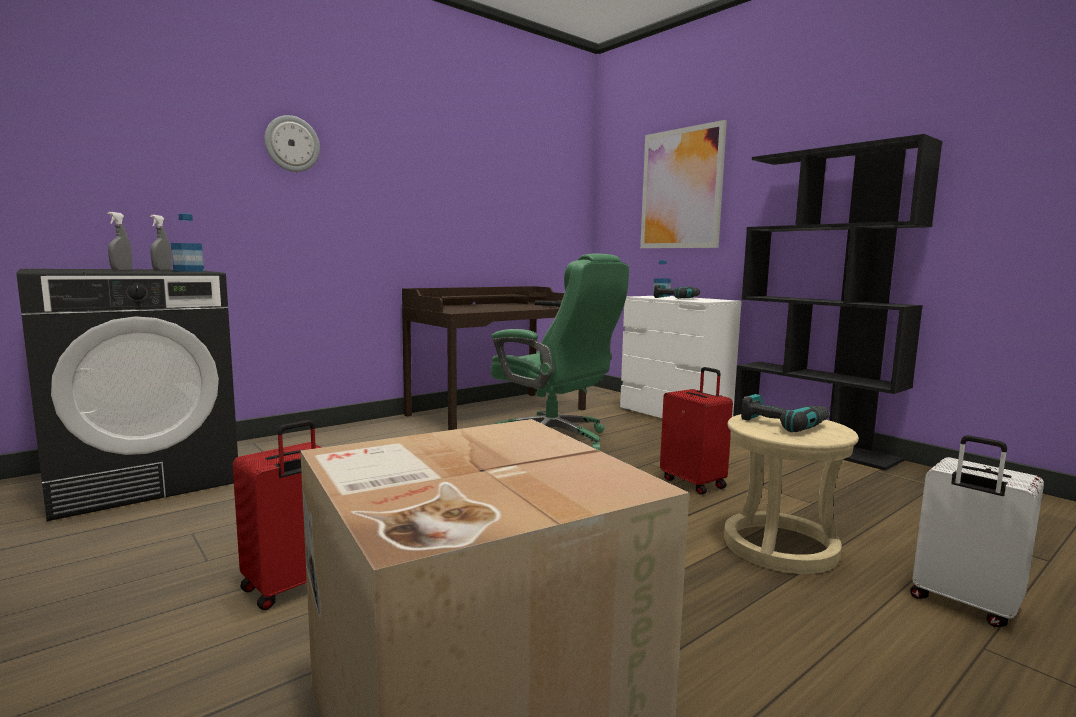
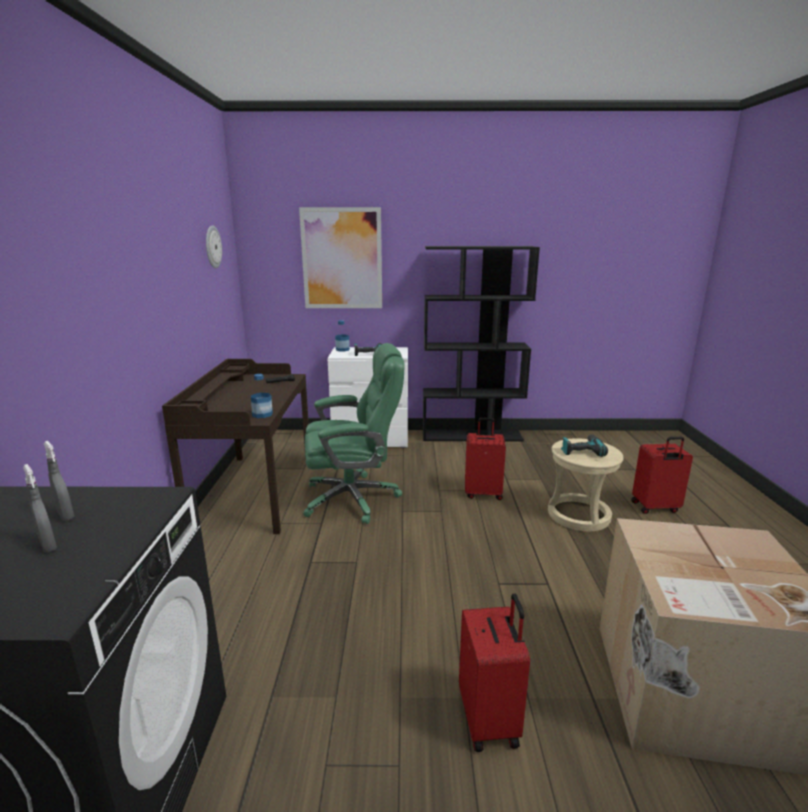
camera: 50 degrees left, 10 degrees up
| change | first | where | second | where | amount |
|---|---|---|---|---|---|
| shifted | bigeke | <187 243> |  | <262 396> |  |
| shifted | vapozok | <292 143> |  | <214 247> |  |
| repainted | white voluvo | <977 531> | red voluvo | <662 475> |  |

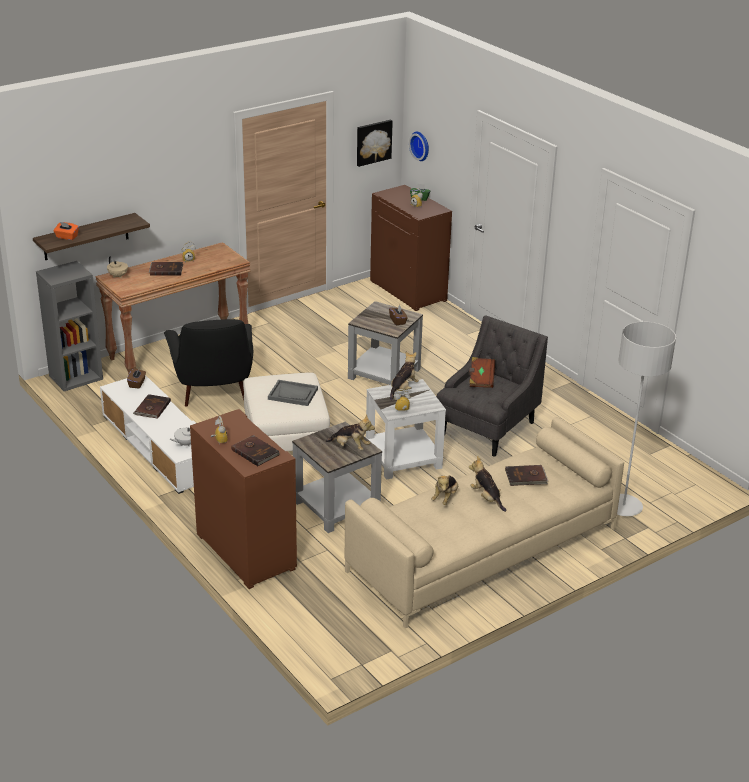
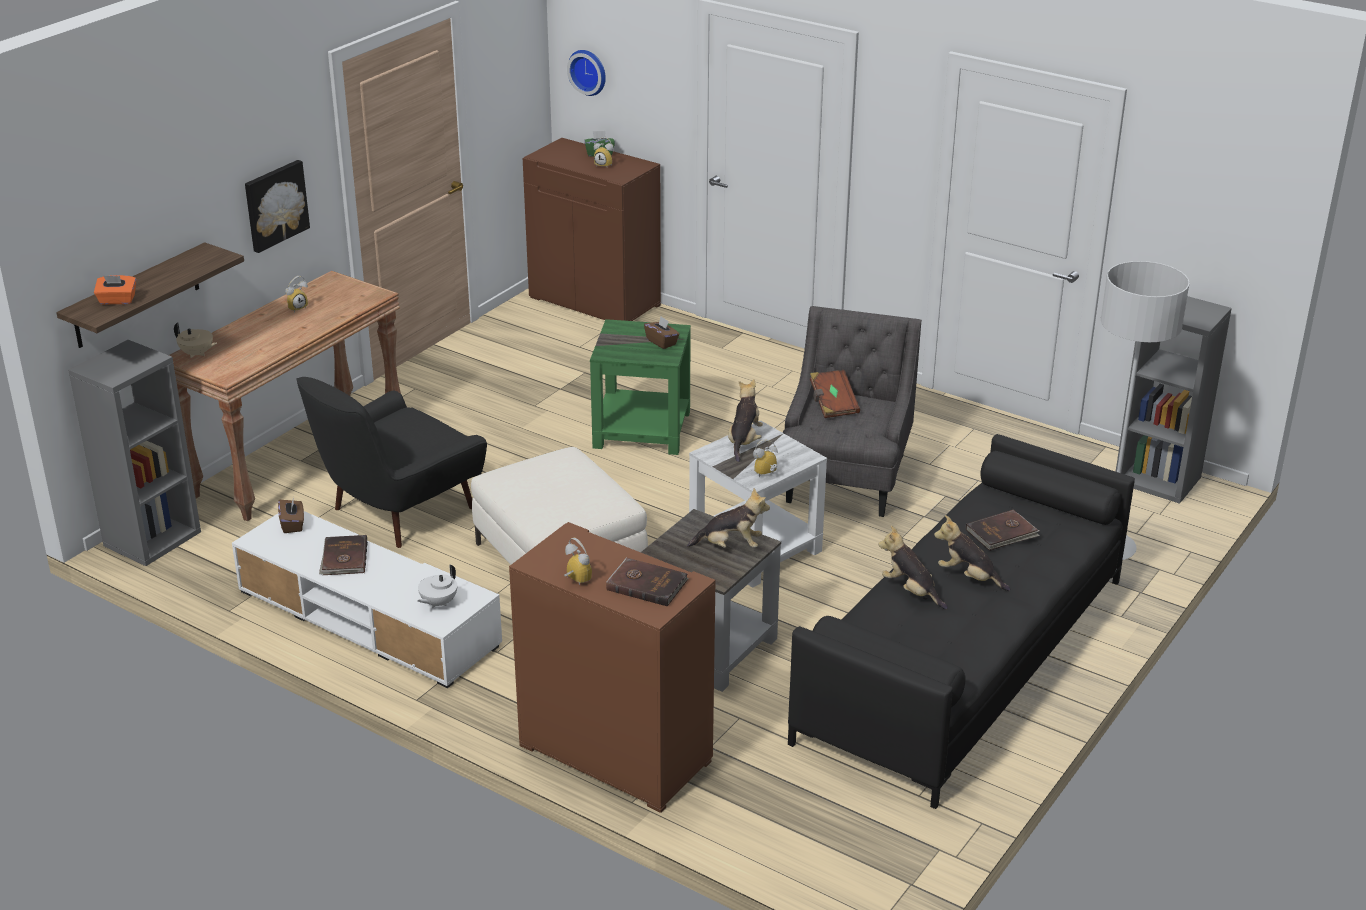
camera: 20 degrees left, 0 degrees up
| change | first | where | second | where | amount |
|---|---|---|---|---|---|
| gone | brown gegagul | <166 268> |  |  |  |
| gone | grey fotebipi | <293 393> |  |  |  |
| new |  |  | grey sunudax | <1174 400> |  |
| shifted | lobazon | <375 143> |  | <277 206> |  |
| repainted | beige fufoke | <484 523> | black fufoke | <961 621> |  |
| repainted | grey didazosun | <385 343> | green didazosun | <640 387> |  |
| rotated | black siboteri | <209 363> |  | <392 462> | 75 degrees clockwise |
| rotated | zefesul | <444 490> |  | <913 568> | 135 degrees clockwise |

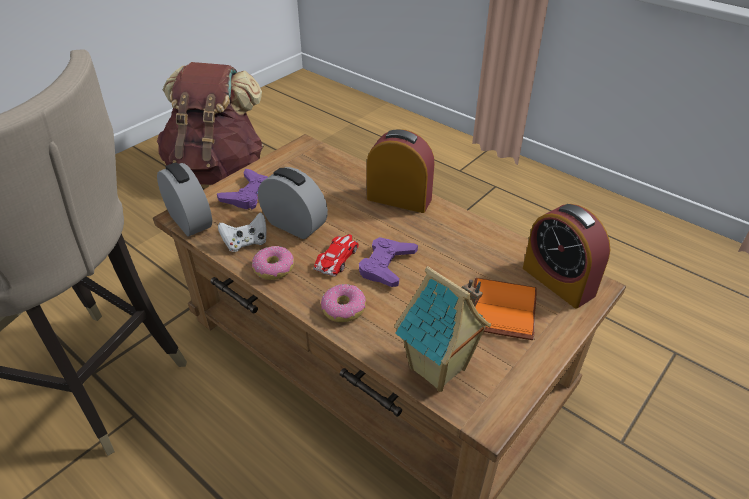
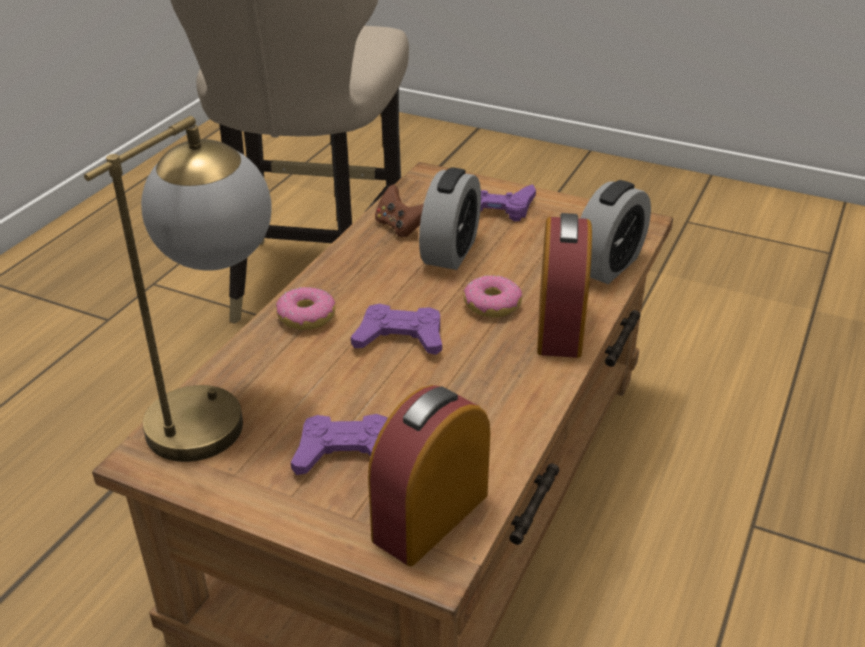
camera: 75 degrees right, 5 degrees down
| change | first | where | second | where | amount |
|---|---|---|---|---|---|
| gone | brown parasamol | <210 123> |  |  |  |
| gone | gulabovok | <336 255> |  |  |  |
| shifted | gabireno | <184 200> |  | <616 232> |  |
| shifted | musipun | <273 263> |  | <492 296> |  |
| swapped | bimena | <442 329> | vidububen | <178 289> |  |
| swapped | orange gegagul | <505 309> | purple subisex | <339 444> |  |
| repainted | white subisex | <242 232> | brown subisex | <399 210> |  |

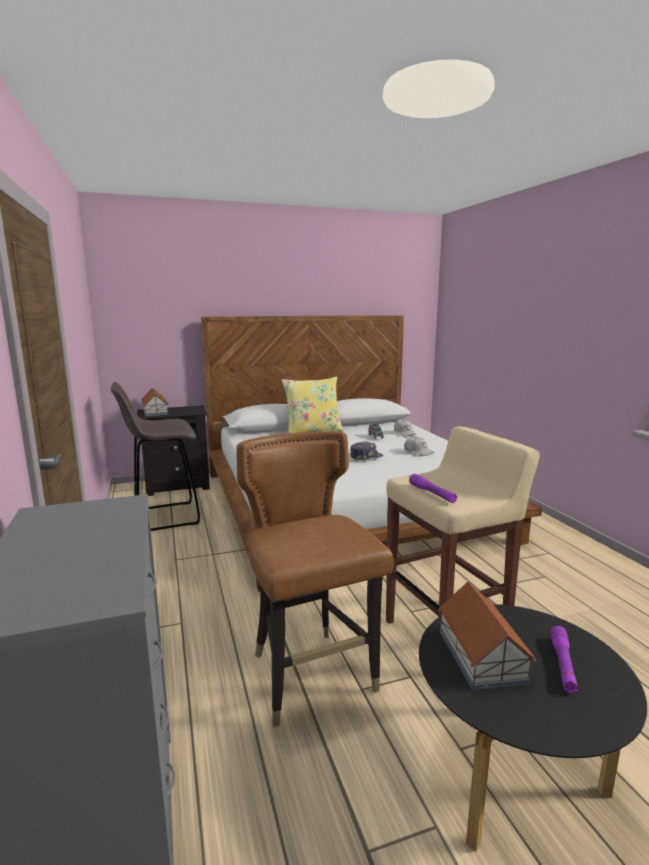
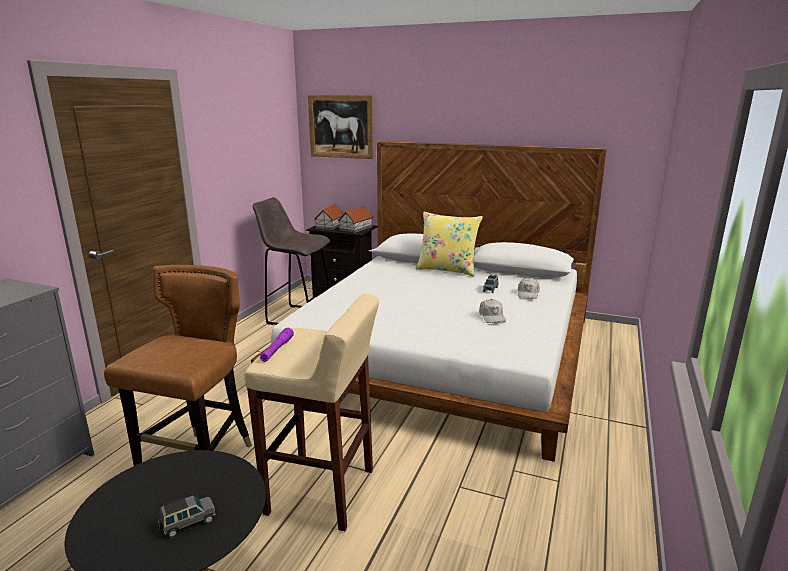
camera: 40 degrees right, 5 degrees up
| change | first | where | second | where | amount |
|---|---|---|---|---|---|
| gone | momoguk | <366 451> |  |  |  |
| new |  |  | lobazon | <341 127> |  |
| shifted | bimena | <487 636> |  | <355 219> |  |
| swapped | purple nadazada | <564 659> | grey gulabovok | <187 517> |  |

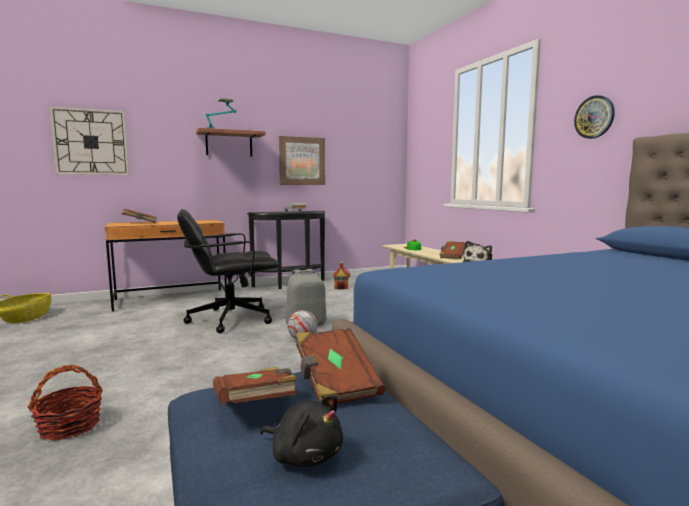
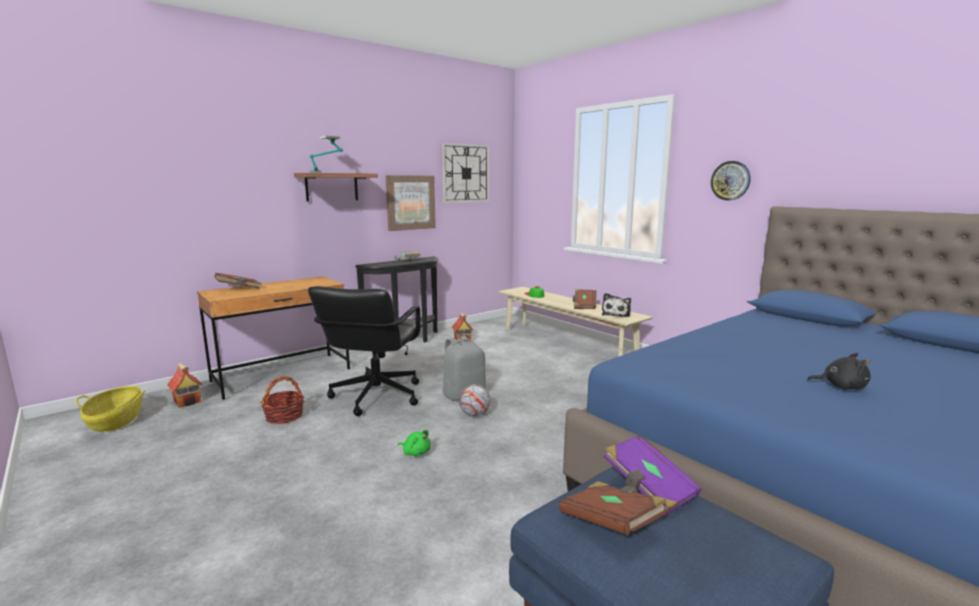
camera: 15 degrees left, 5 degrees up
| change | first | where | second | where | amount |
|---|---|---|---|---|---|
| new |  |  | bimena | <184 385> |  |
| new |  |  | green zefesul | <414 443> |  |
| shifted | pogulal | <65 403> |  | <282 400> |  |
| shifted | vapozok | <89 140> |  | <465 173> |  |
| shifted | black zefesul | <301 431> |  | <839 371> |  |
| repainted | brown gegagul | <340 366> | purple gegagul | <653 475> |  |
| rotated | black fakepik | <228 271> |  | <365 351> | 45 degrees counterclockwise |

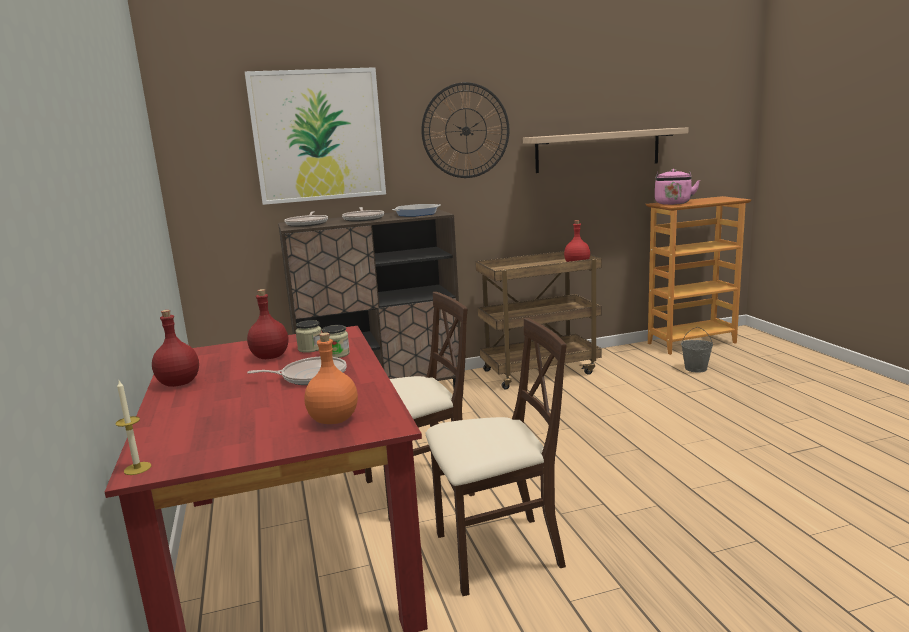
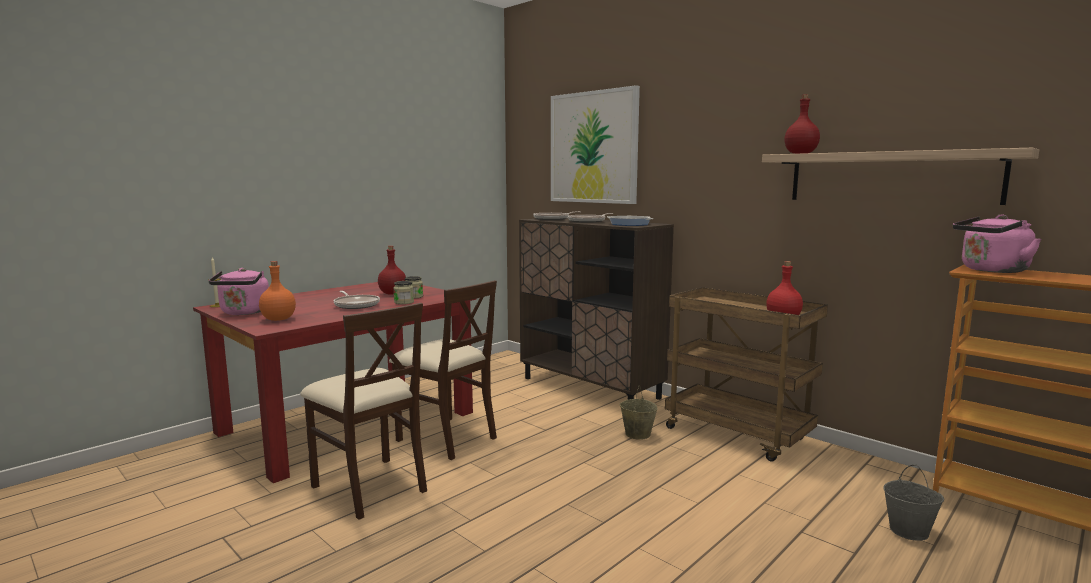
camera: 60 degrees right, 5 degrees down
| change | first | where | second | where | amount |
|---|---|---|---|---|---|
| gone | vapozok | <465 130> |  |  |  |
| new |  |  | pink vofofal | <239 291> |  |
| new |  |  | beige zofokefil | <639 412> |  |
| shifted | red bigeke | <175 348> |  | <802 124> |  |

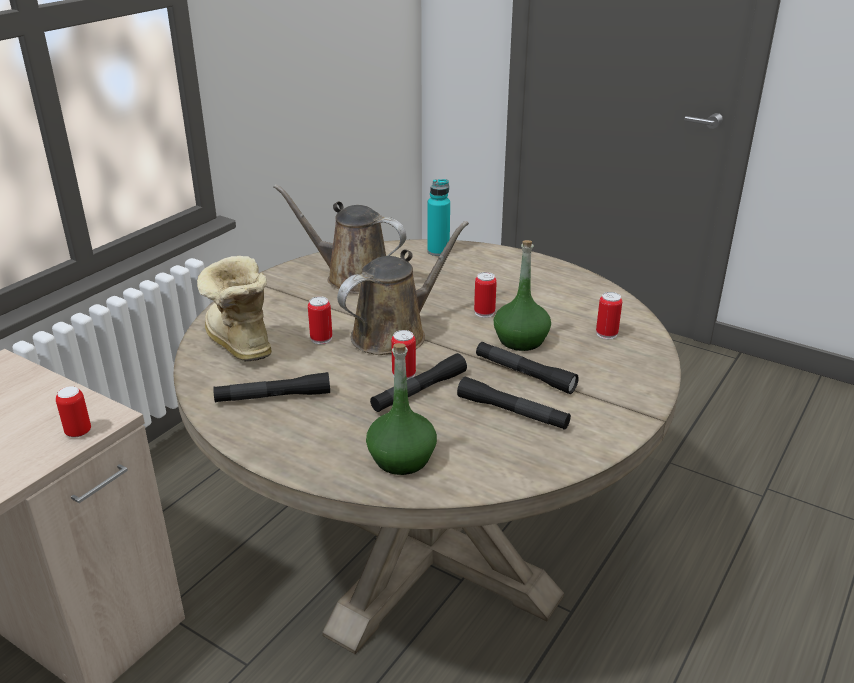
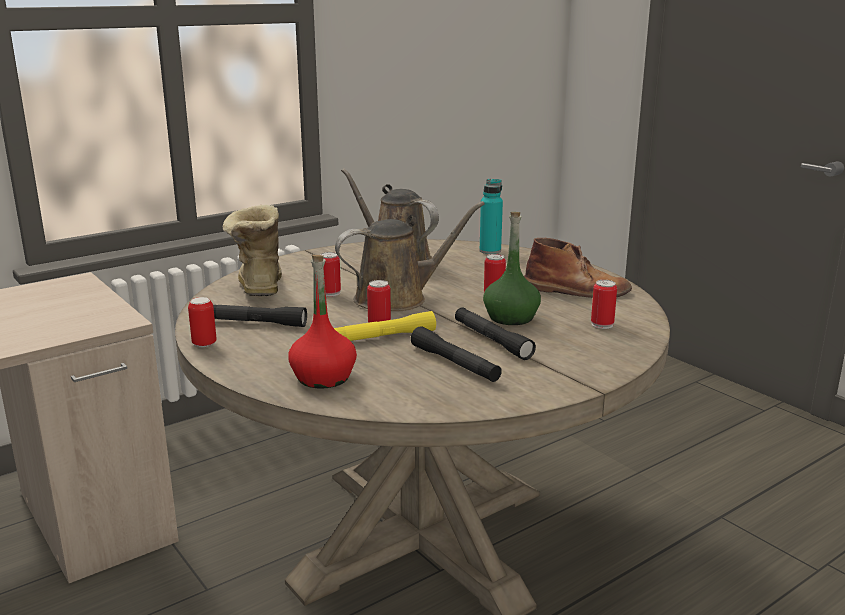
camera: 20 degrees right, 10 degrees down
| change | first | where | second | where | amount |
|---|---|---|---|---|---|
| new |  |  | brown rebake | <578 268> |  |
| shifted | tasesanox | <73 411> |  | <202 322> |  |
| repainted | green bigeke | <401 409> | red bigeke | <322 322> |  |
| repainted | black nadazada | <418 382> | yellow nadazada | <385 326> |  |

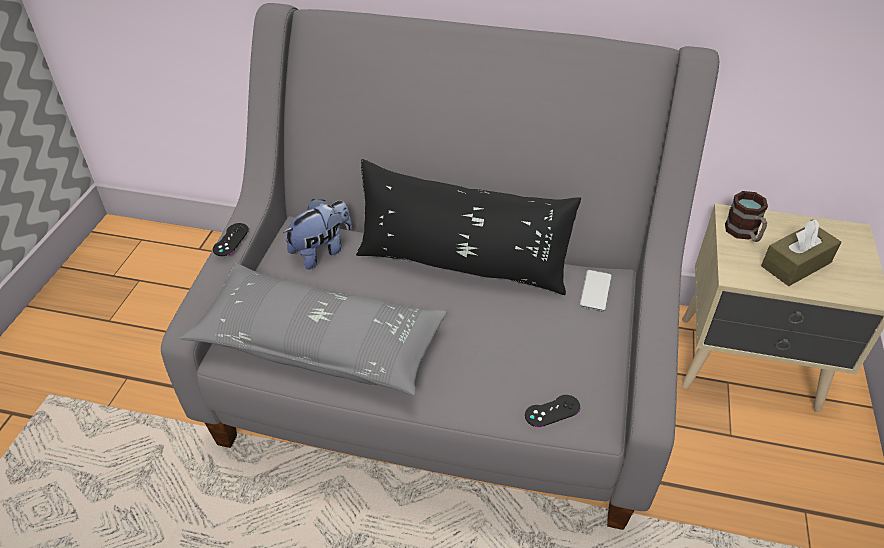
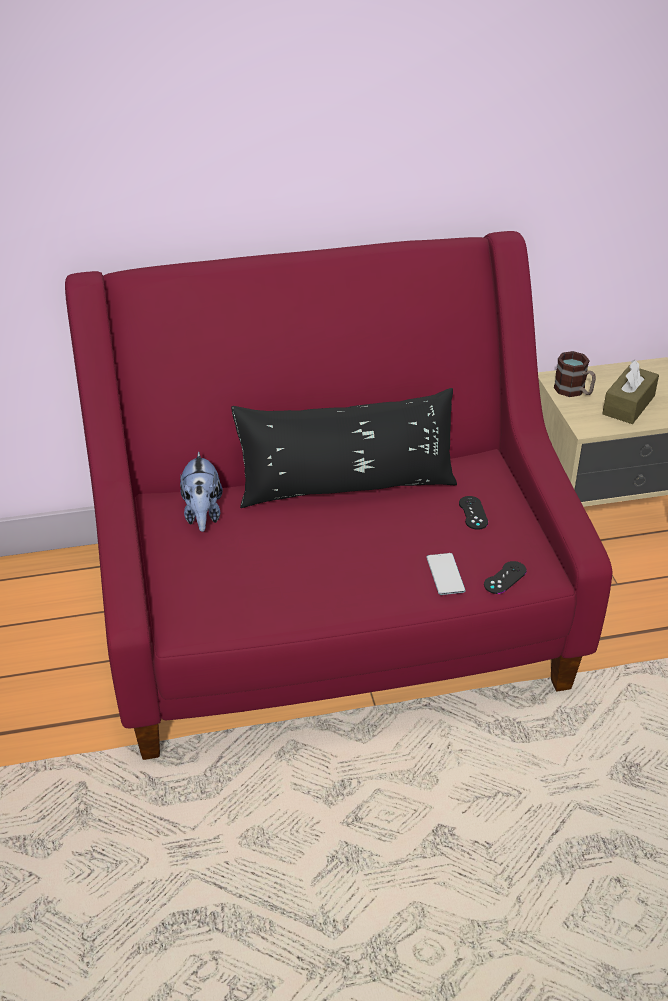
camera: 25 degrees left, 5 degrees down
| change | first | where | second | where | amount |
|---|---|---|---|---|---|
| gone | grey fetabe | <313 329> |  |  |  |
| shifted | black subisex | <231 239> |  | <473 513> |  |
| shifted | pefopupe | <596 291> |  | <446 574> |  |
| repainted | grey fufoke | <440 266> | red fufoke | <338 495> |  |
| rotated | zefesul | <317 234> |  | <201 492> | 150 degrees clockwise |

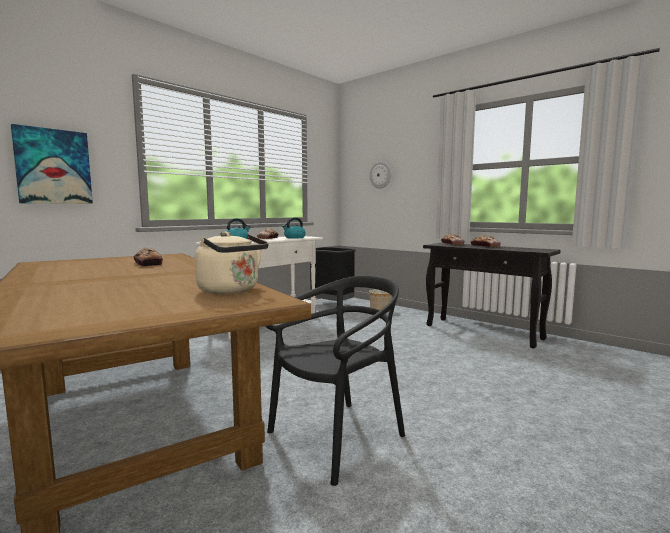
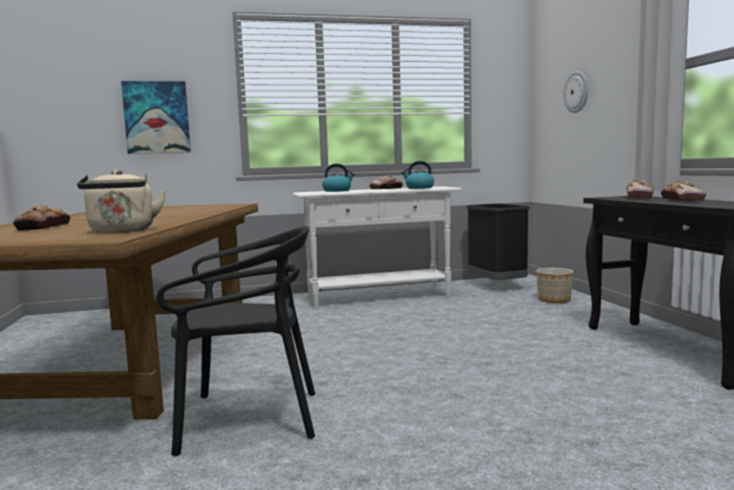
camera: 35 degrees right, 0 degrees up
| change | first | where | second | where | amount |
|---|---|---|---|---|---|
| shifted | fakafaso | <148 257> |  | <41 218> |  |

